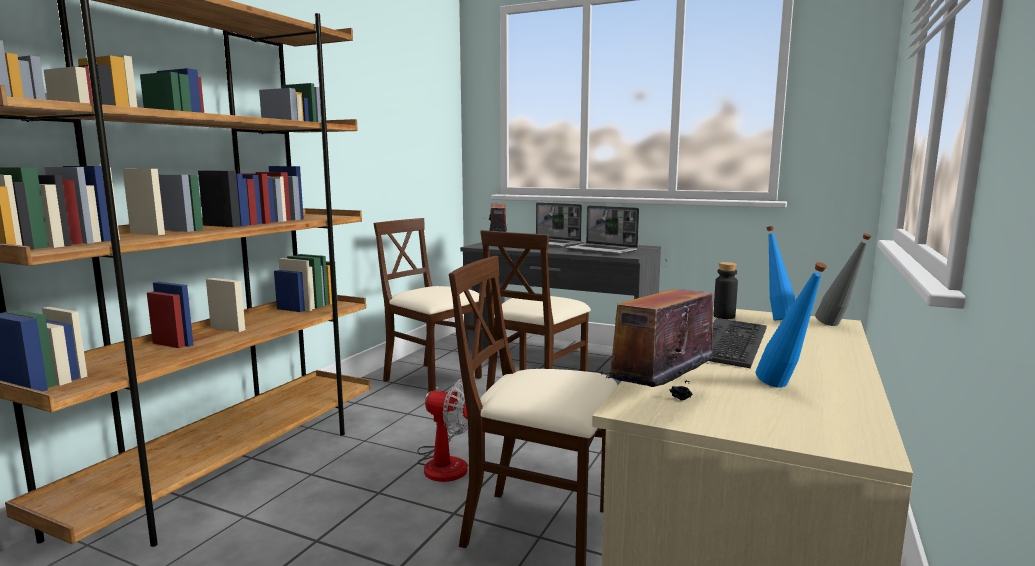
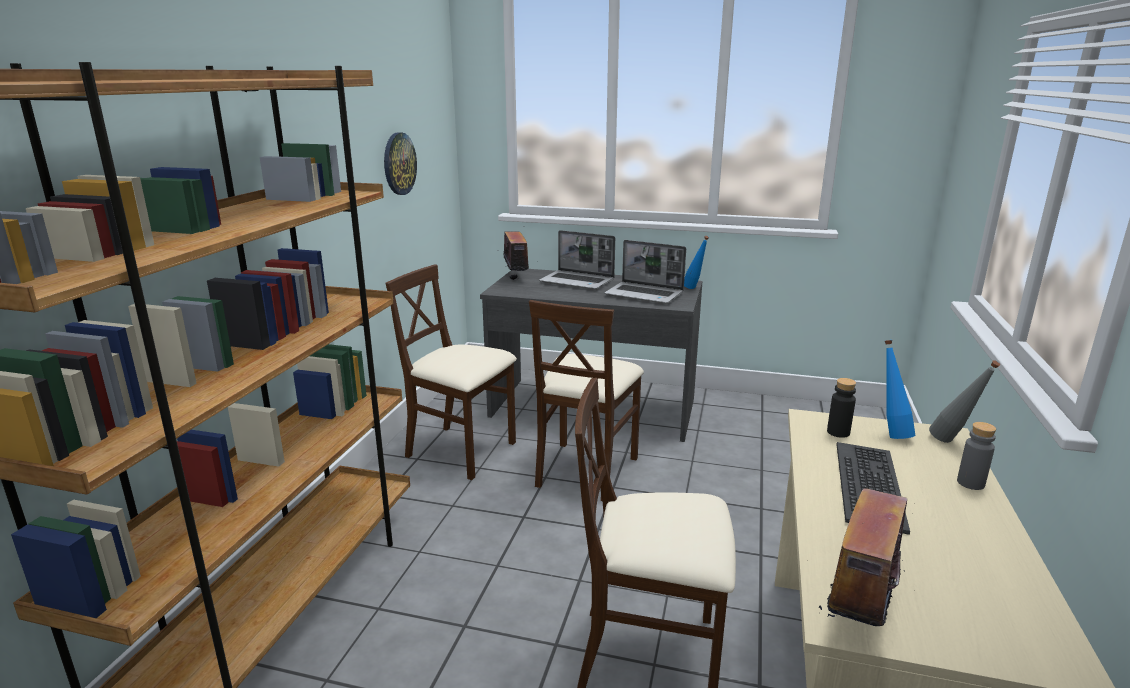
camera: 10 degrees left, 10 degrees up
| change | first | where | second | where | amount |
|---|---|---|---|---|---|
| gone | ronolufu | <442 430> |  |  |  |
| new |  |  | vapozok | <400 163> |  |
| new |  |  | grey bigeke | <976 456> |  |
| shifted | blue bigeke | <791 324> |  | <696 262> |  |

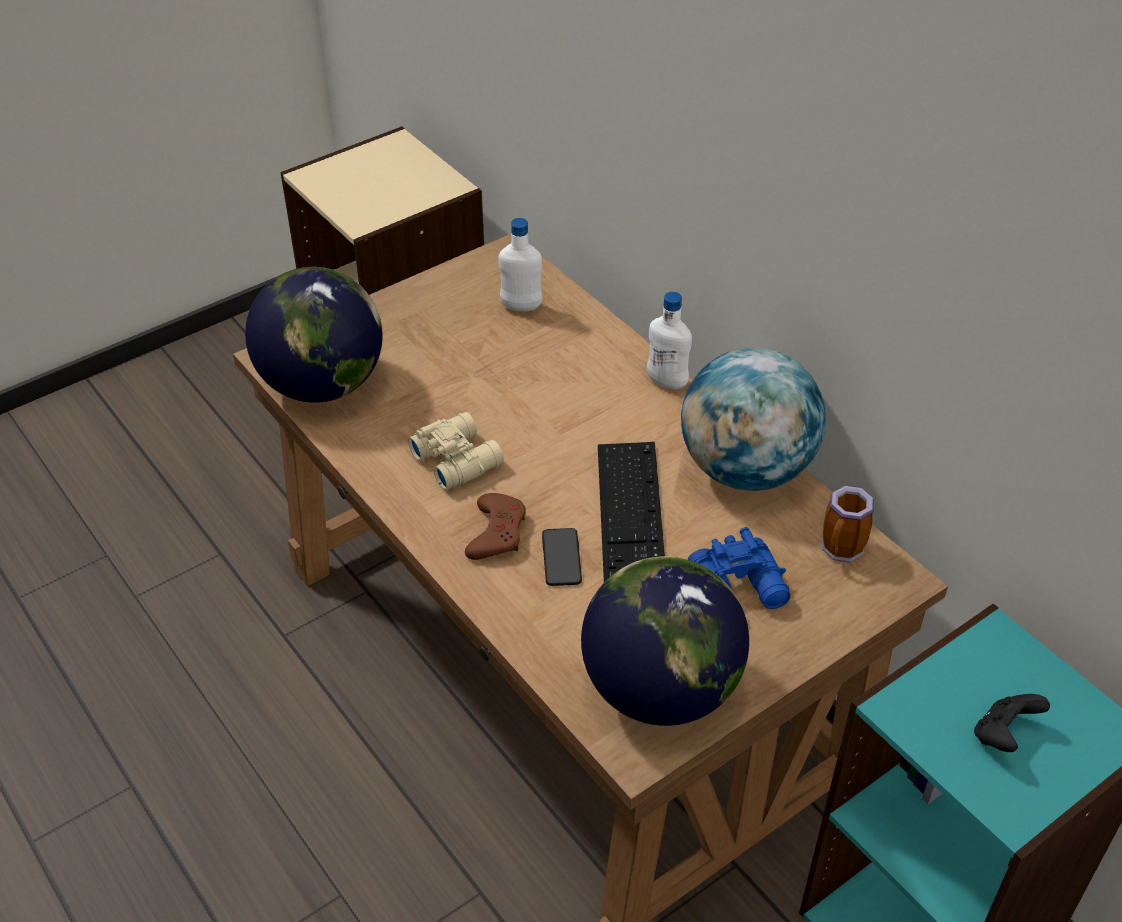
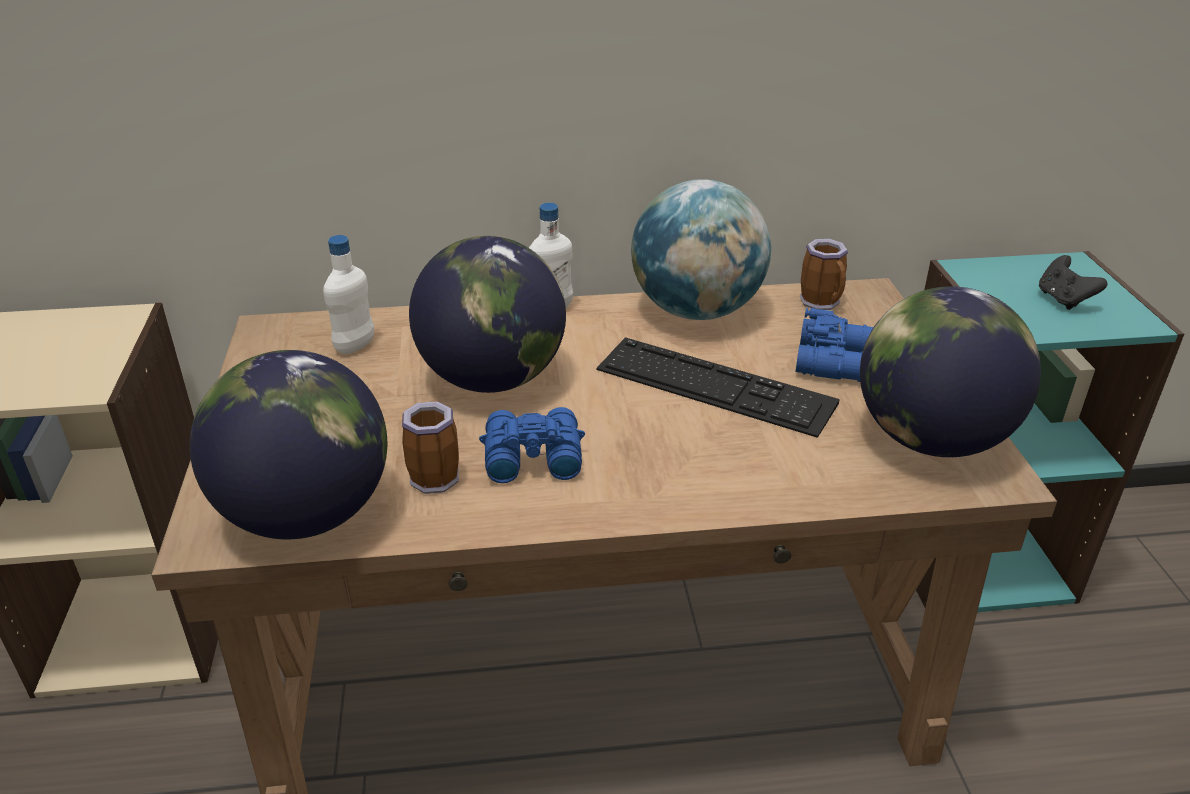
camera: 60 degrees left, 10 degrees down
| change | first | where | second | where | amount |
|---|---|---|---|---|---|
| gone | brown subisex | <495 526> |  |  |  |
| gone | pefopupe | <562 557> |  |  |  |
| new |  |  | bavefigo | <430 447> |  |
| new |  |  | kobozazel | <487 314> |  |
| repainted | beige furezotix | <456 451> | blue furezotix | <532 445> |  |

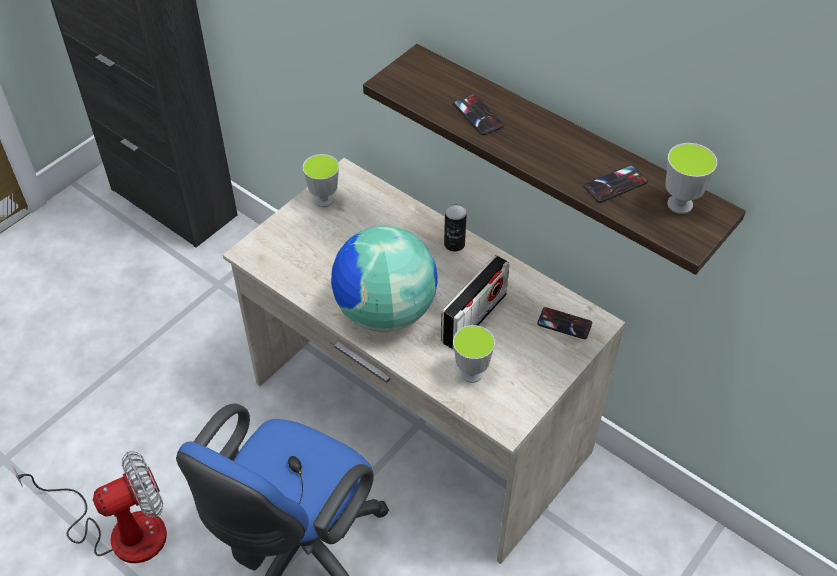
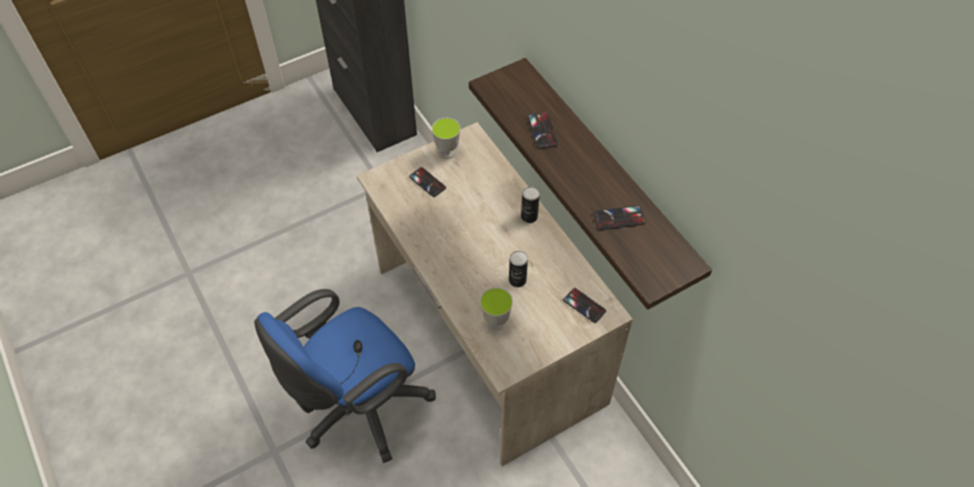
camera: 20 degrees right, 5 degrees up
| change | first | where | second | where | amount |
|---|---|---|---|---|---|
| gone | ronolufu | <89 507> |  |  |  |
| gone | kobozazel | <384 279> |  |  |  |
| gone | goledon | <691 178> |  |  |  |
| new |  |  | pefopupe | <427 182> |  |
| swapped | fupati | <475 302> | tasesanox | <518 269> |  |

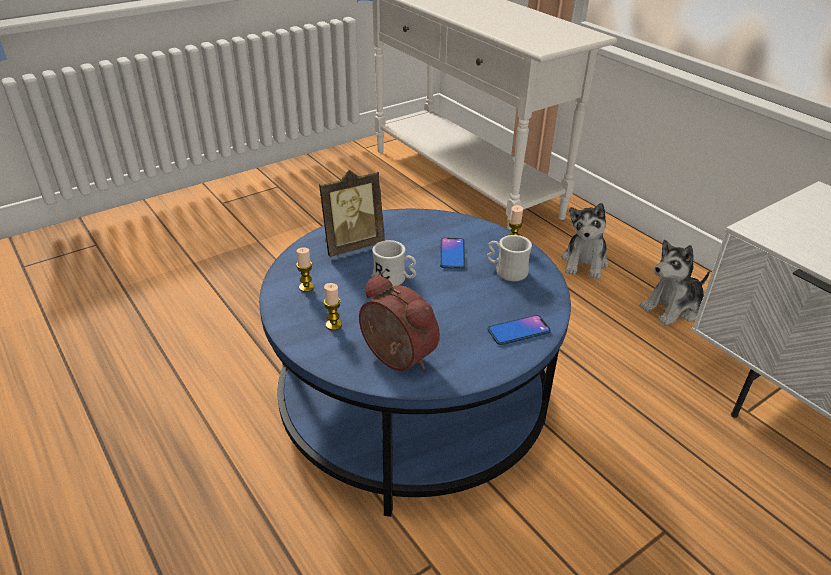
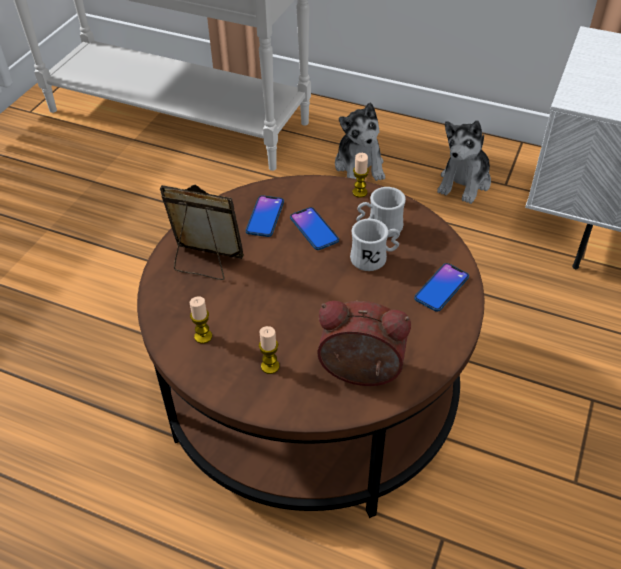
camera: 30 degrees left, 10 degrees up
| change | first | where | second | where | amount |
|---|---|---|---|---|---|
| new |  |  | pefopupe | <265 216> |  |
| shifted | white bavefigo | <394 263> |  | <375 245> |  |
| repainted | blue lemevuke | <415 363> | brown lemevuke | <311 346> |  |
| rotated | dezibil | <352 213> |  | <202 232> | 105 degrees counterclockwise |

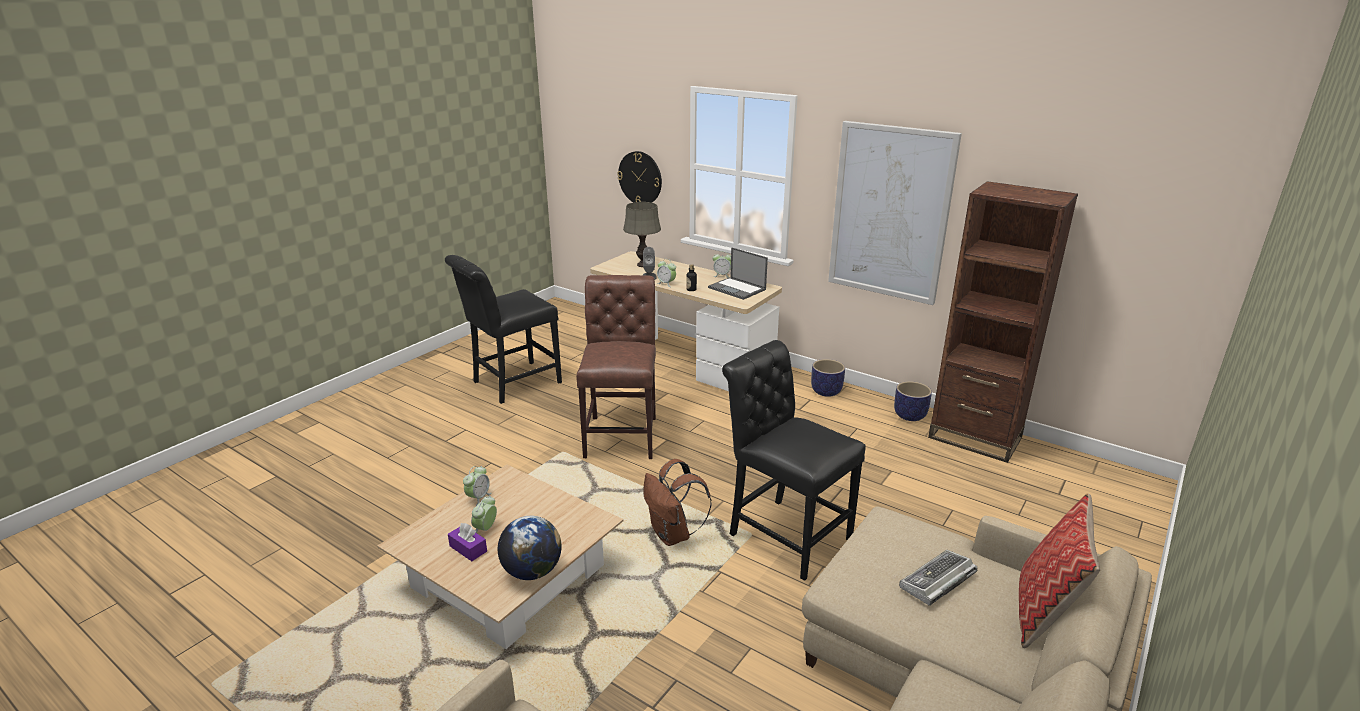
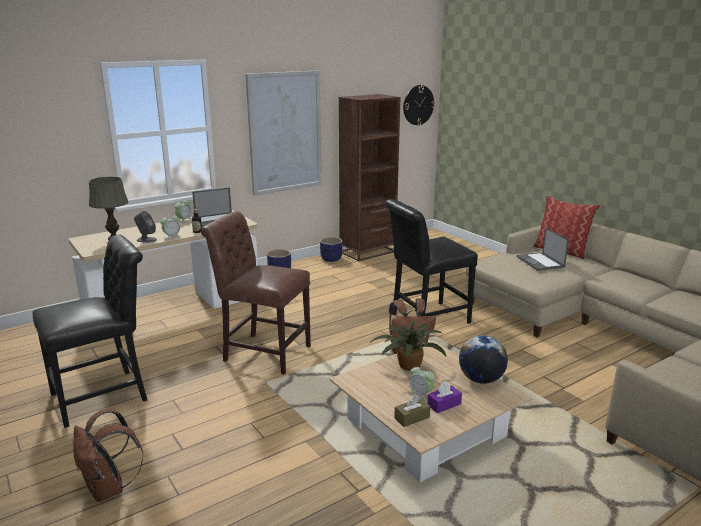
camera: 70 degrees left, 5 degrees down
| change | first | where | second | where | amount |
|---|---|---|---|---|---|
| gone | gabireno | <477 486> |  |  |  |
| new |  |  | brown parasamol | <108 455> |  |
| new |  |  | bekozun | <408 345> |  |
| new |  |  | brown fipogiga | <412 411> |  |
| shifted | vapozok | <639 177> |  | <419 105> |  |
| swapped | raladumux | <938 578> | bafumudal | <542 249> |  |
| rotated | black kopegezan | <503 329> |  | <90 331> | 105 degrees counterclockwise |

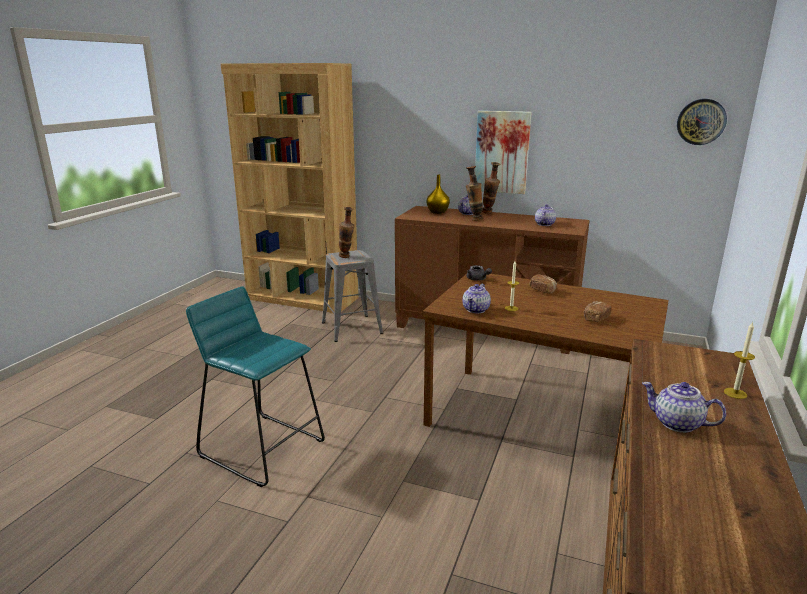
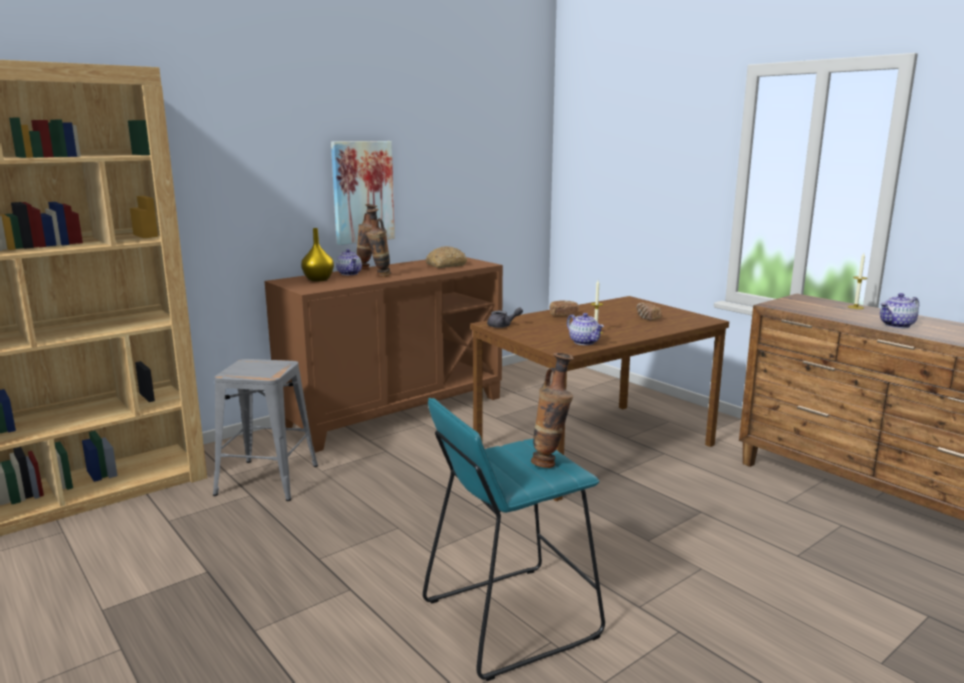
camera: 60 degrees left, 5 degrees down
| change | first | where | second | where | amount |
|---|---|---|---|---|---|
| gone | vapozok | <702 122> |  |  |  |
| shifted | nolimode | <347 232> |  | <552 410> |  |
| swapped | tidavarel | <545 215> | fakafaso | <446 257> |  |

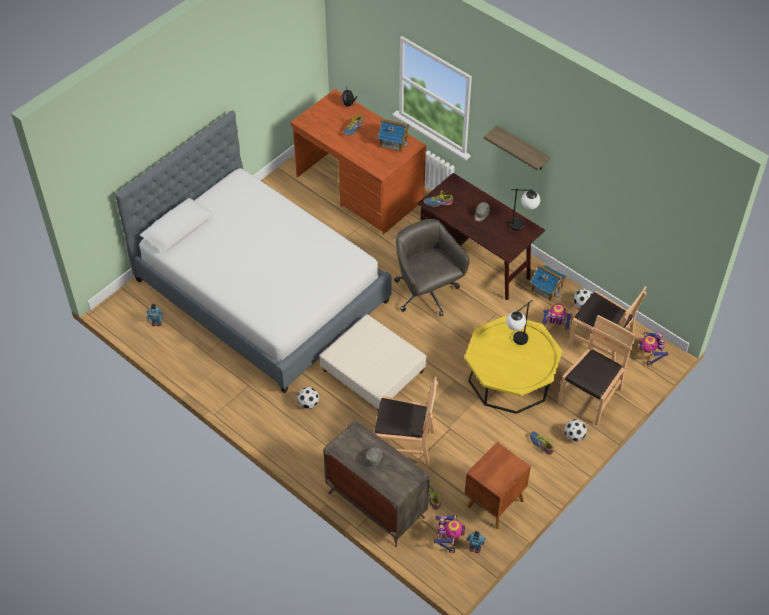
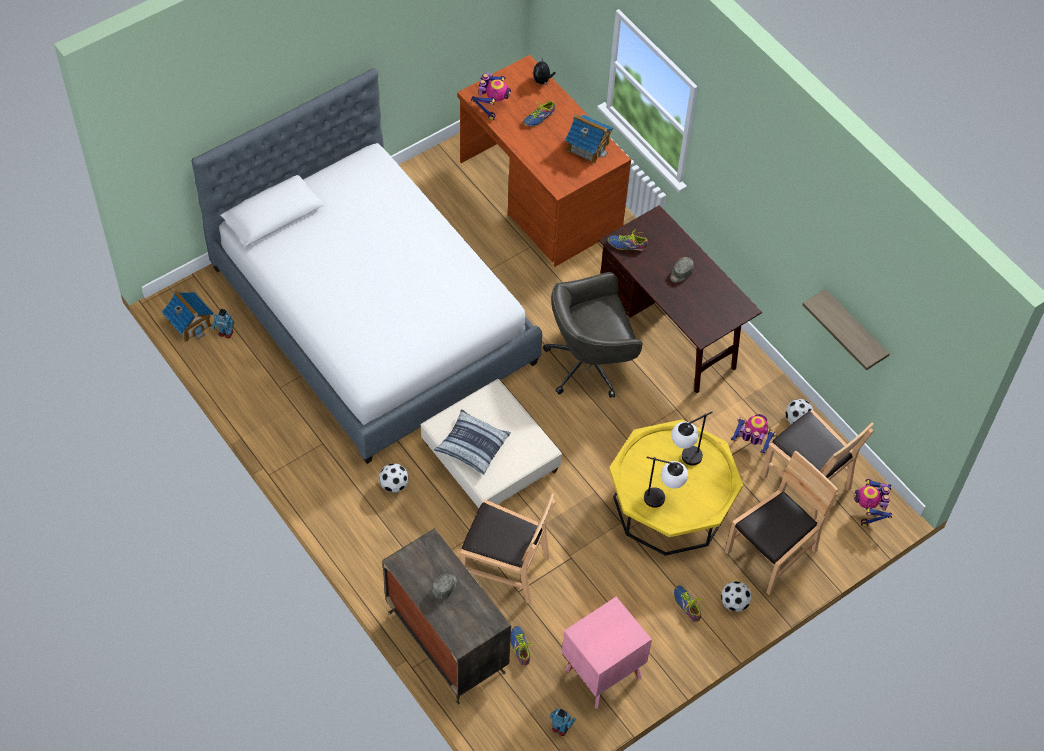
camera: 10 degrees right, 5 degrees up
| change | first | where | second | where | amount |
|---|---|---|---|---|---|
| new |  |  | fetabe | <472 442> |  |
| shifted | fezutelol | <450 533> |  | <491 96> |  |
| shifted | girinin | <517 148> |  | <846 329> |  |
| shifted | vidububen | <525 210> |  | <666 482> |  |
| shifted | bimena | <548 282> |  | <187 316> |  |
| repainted | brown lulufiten | <497 485> | pink lulufiten | <607 653> |  |
| rotated | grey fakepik | <431 267> |  | <592 335> | 90 degrees counterclockwise |

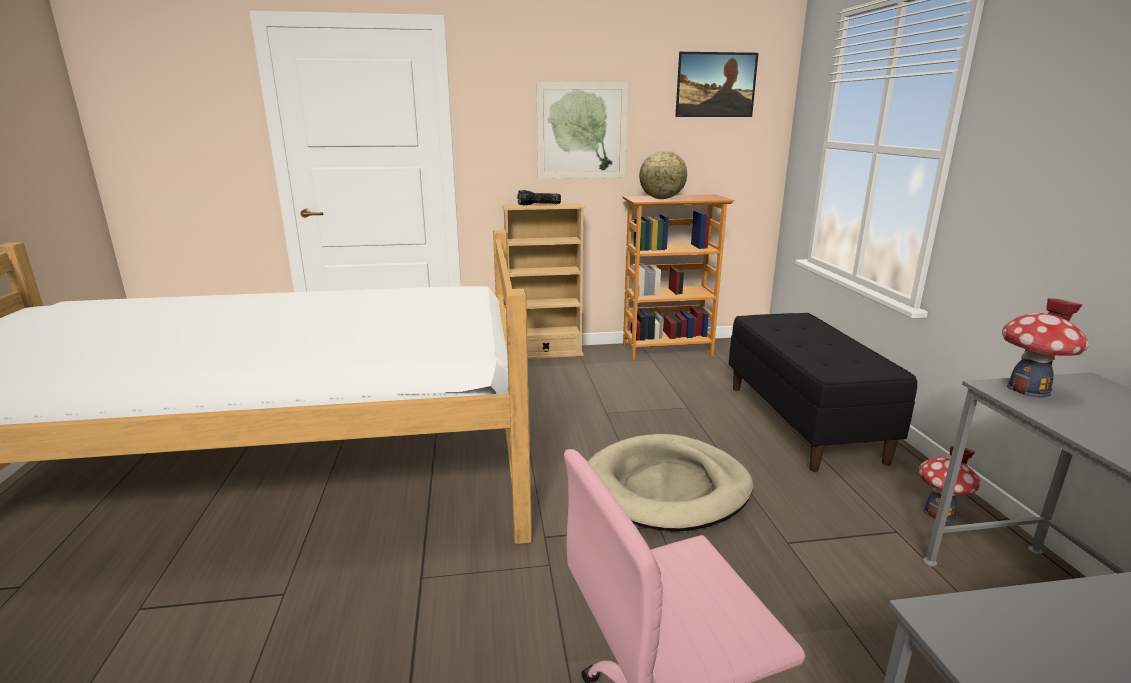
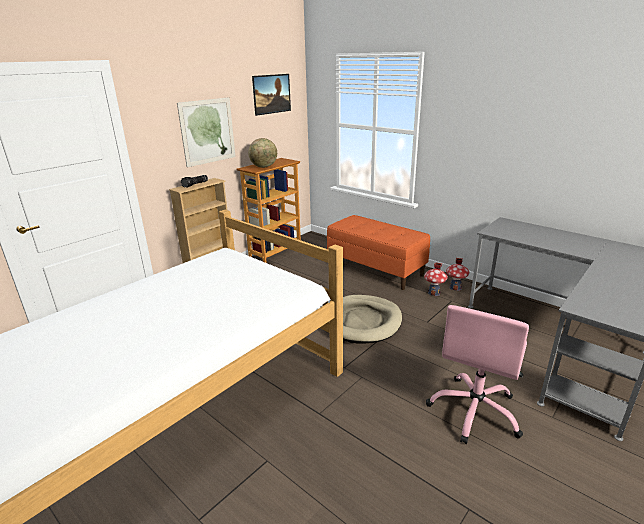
camera: 40 degrees left, 5 degrees up
| change | first | where | second | where | amount |
|---|---|---|---|---|---|
| shifted | bimena | <1045 348> |  | <436 279> |  |
| repainted | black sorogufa | <823 392> | orange sorogufa | <378 252> |  |

